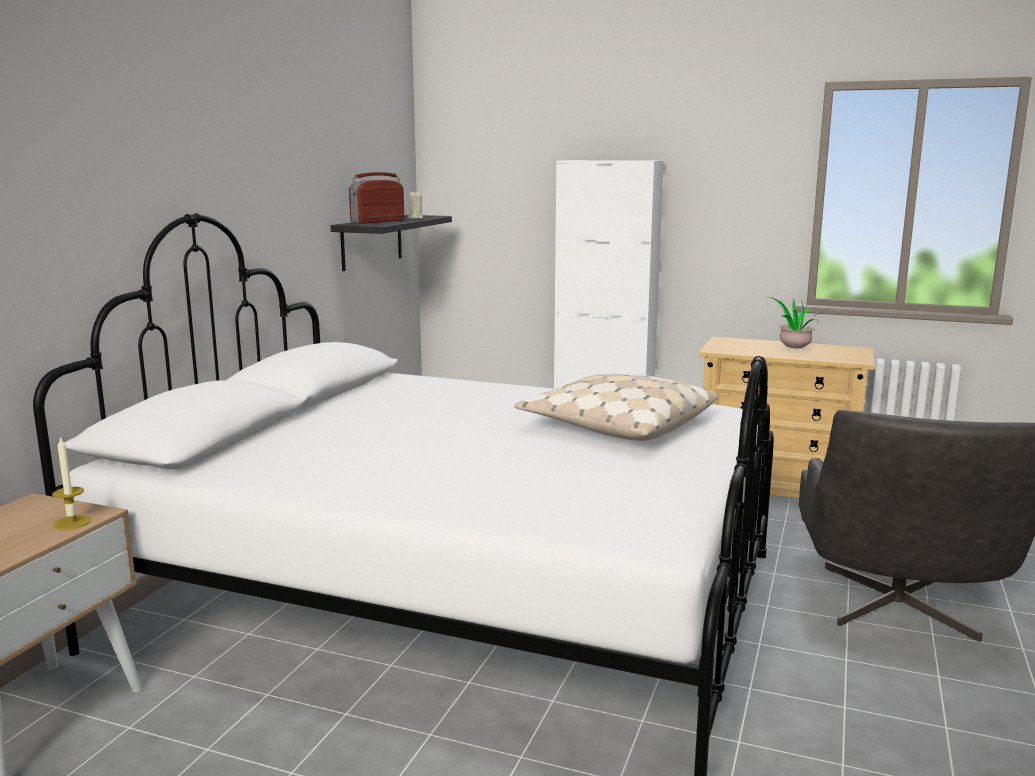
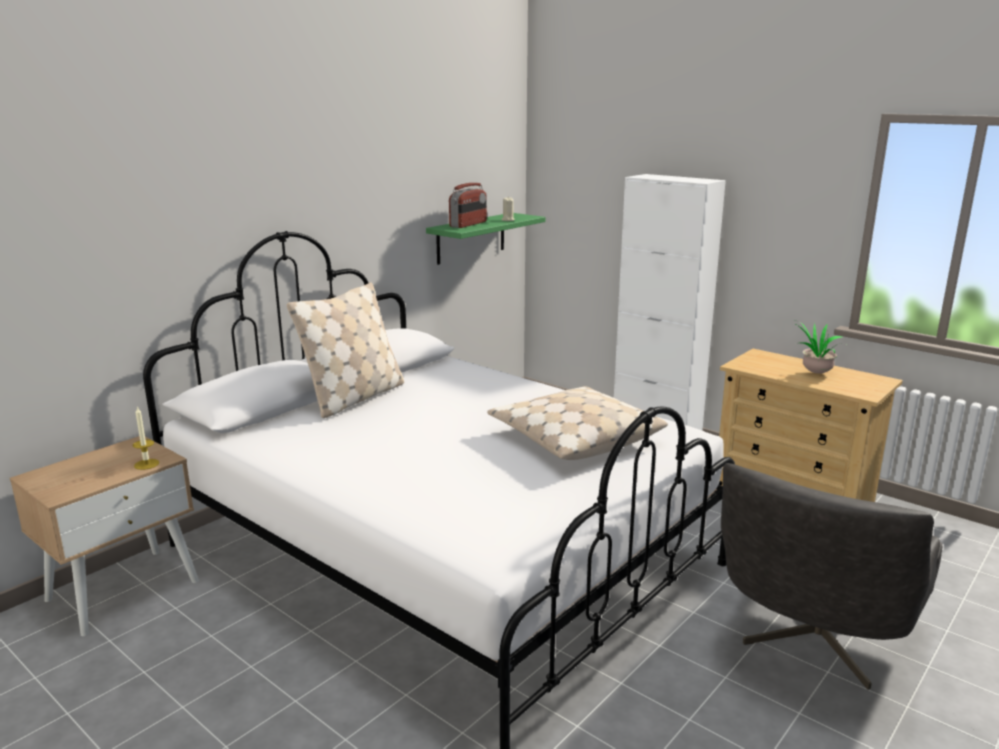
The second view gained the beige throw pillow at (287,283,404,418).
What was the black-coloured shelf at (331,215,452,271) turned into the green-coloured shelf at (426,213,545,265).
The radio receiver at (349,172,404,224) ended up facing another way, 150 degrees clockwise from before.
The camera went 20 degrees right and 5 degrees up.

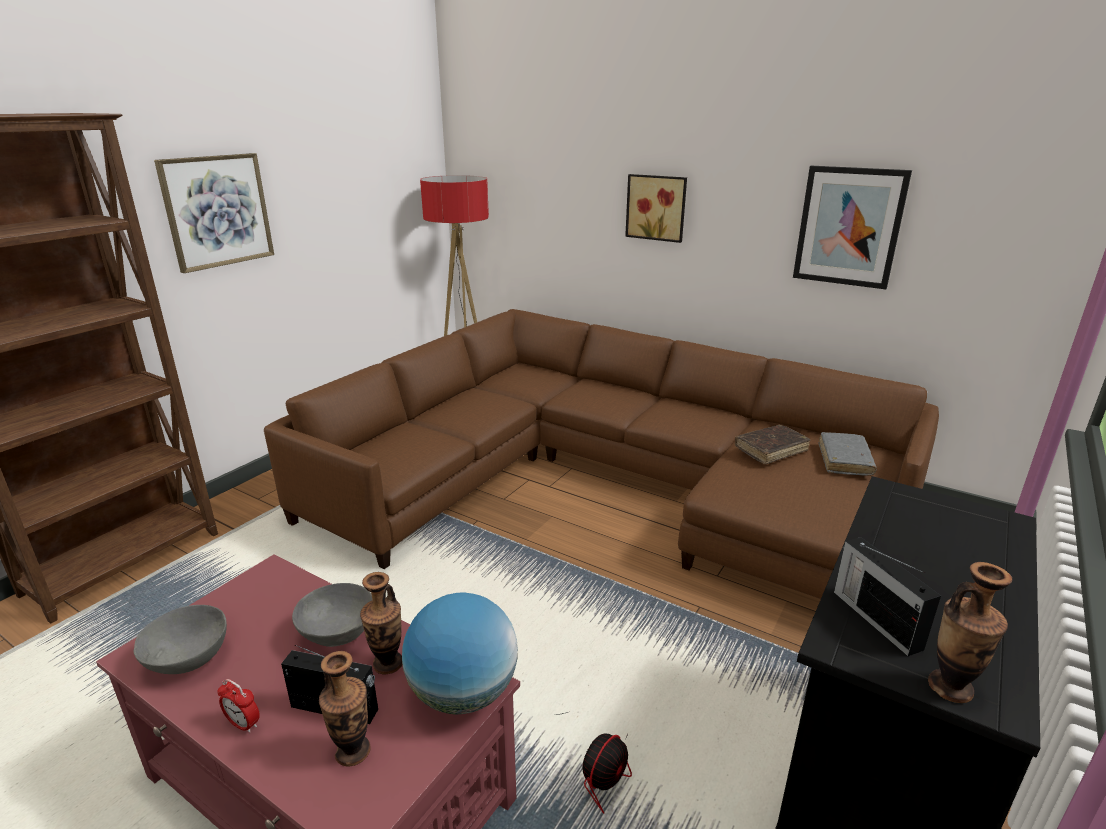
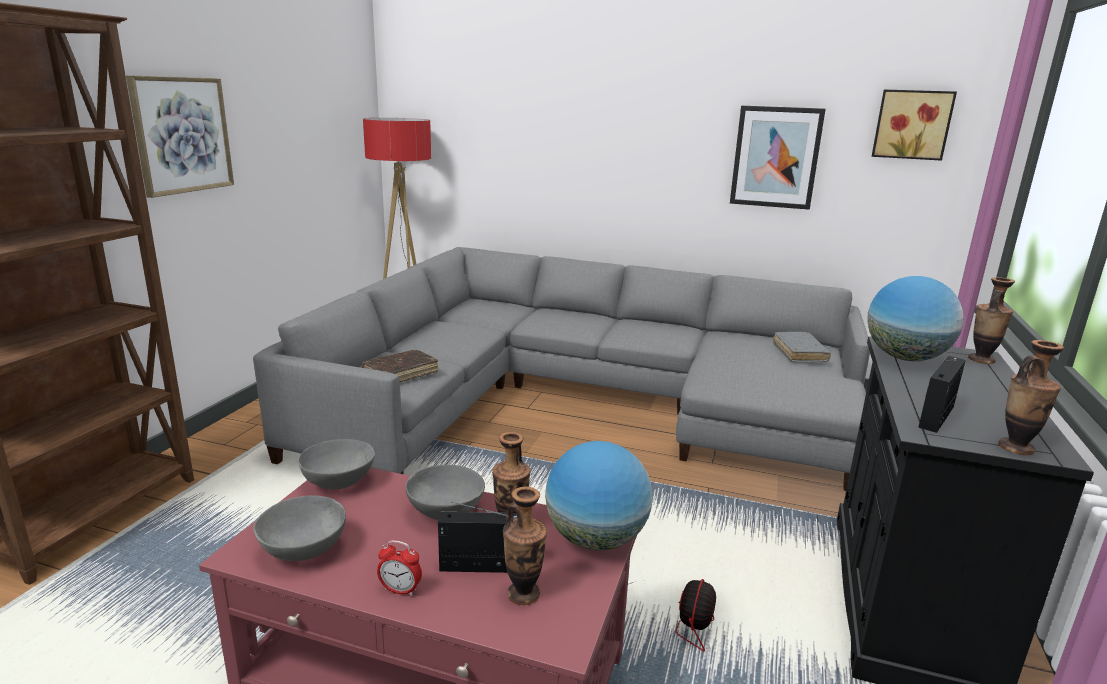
What was the brown-coloured couch at (264,309,939,599) turned into the gray couch at (253,247,870,491).
The second view gained the gray deep dish at (298,439,375,490).
The brown-coloured book ended up elsewhere, having gone from (735,425,810,465) to (362,350,438,383).
The second view gained the globe at (867,276,964,361).
The wall art ended up elsewhere, having gone from (625,174,687,243) to (872,89,957,161).
The radio receiver at (834,537,941,656) ended up facing another way, 75 degrees clockwise from before.
The second view gained the flower vase at (968,277,1015,364).
The camera went 15 degrees left and 5 degrees down.

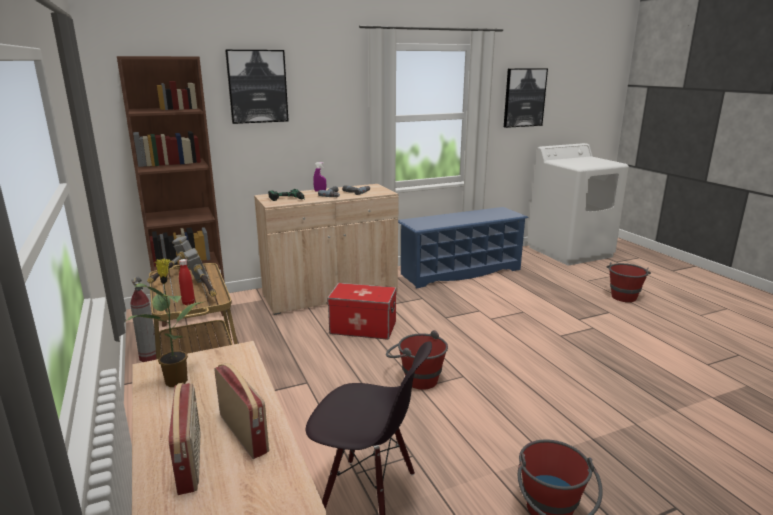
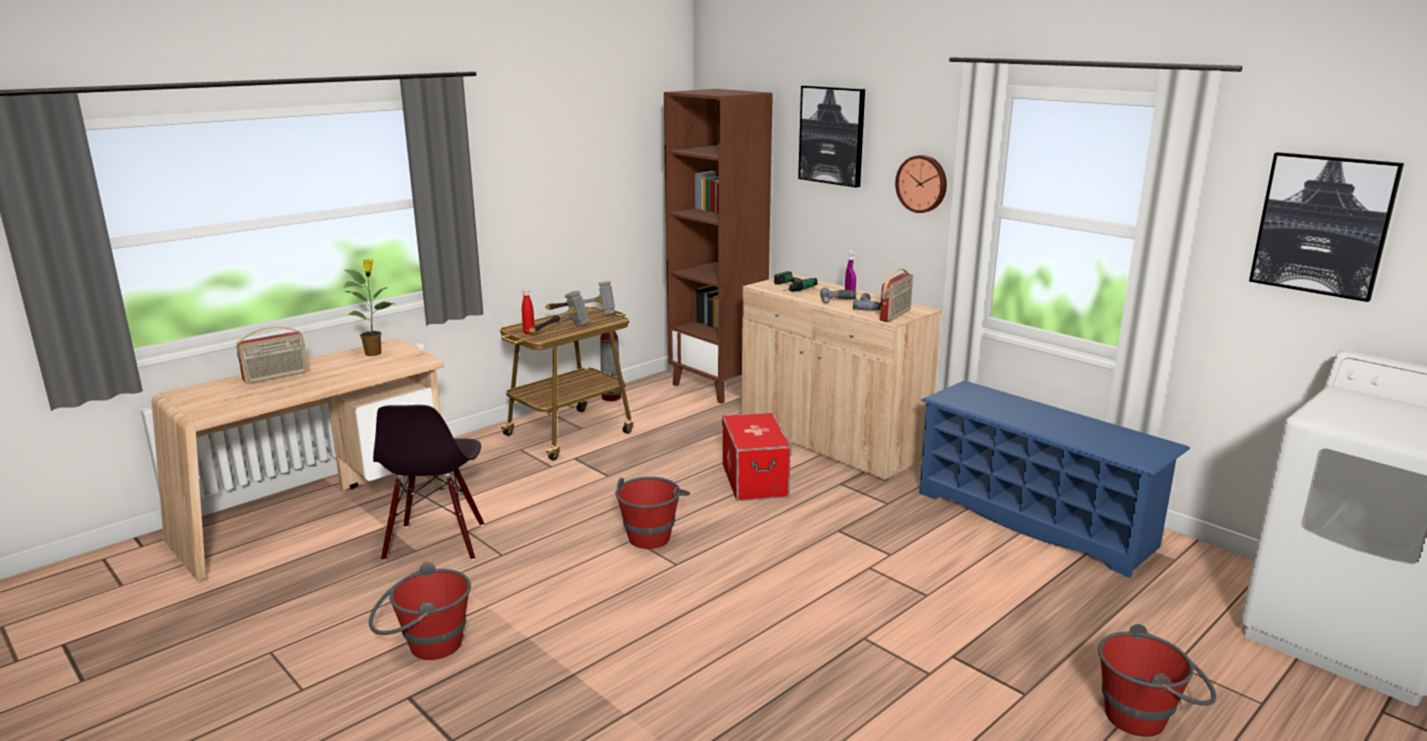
The radio receiver ended up elsewhere, having gone from (214,363,269,459) to (880,269,913,322).
The second view gained the wall clock at (895,155,947,213).
The camera went 70 degrees right and 0 degrees up.

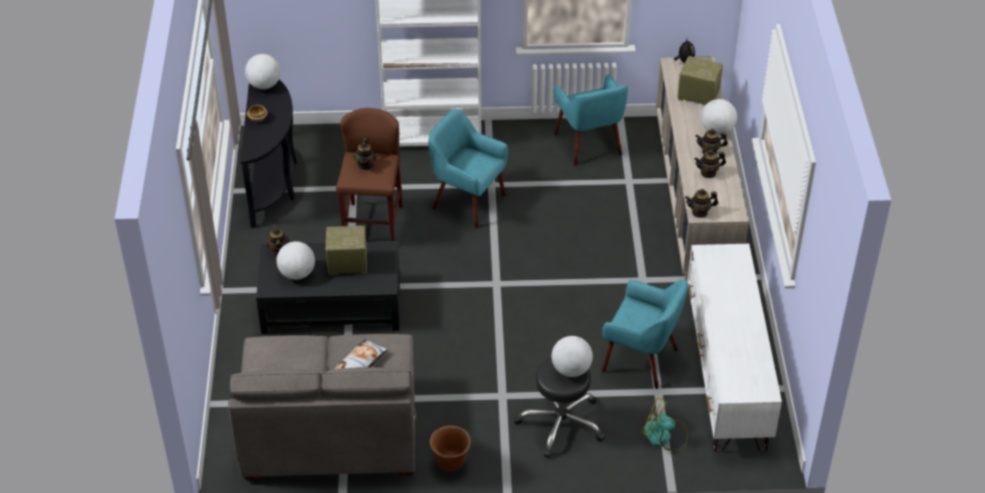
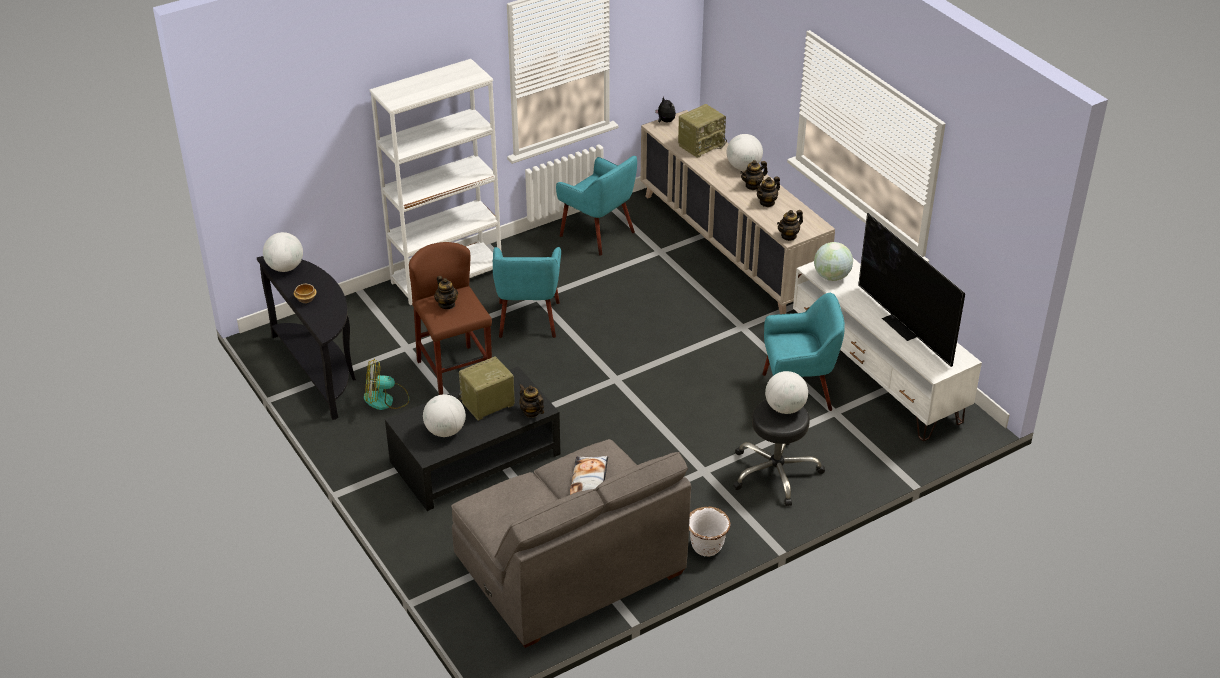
The electric fan ended up elsewhere, having gone from (641,396,688,451) to (364,359,409,410).
The turquoise easy chair at (428,109,508,228) ended up facing another way, 90 degrees counterclockwise from before.
The pot for tea ended up elsewhere, having gone from (266,224,289,256) to (519,384,544,418).
The radio receiver at (678,56,723,105) ended up facing another way, 150 degrees clockwise from before.
What was the brown-coloured flower pot at (430,426,471,472) turned into the whitish flower pot at (689,507,730,557).
The second view gained the globe at (814,242,853,281).
The second view gained the TV set at (858,213,965,367).
The camera went 30 degrees left and 5 degrees down.

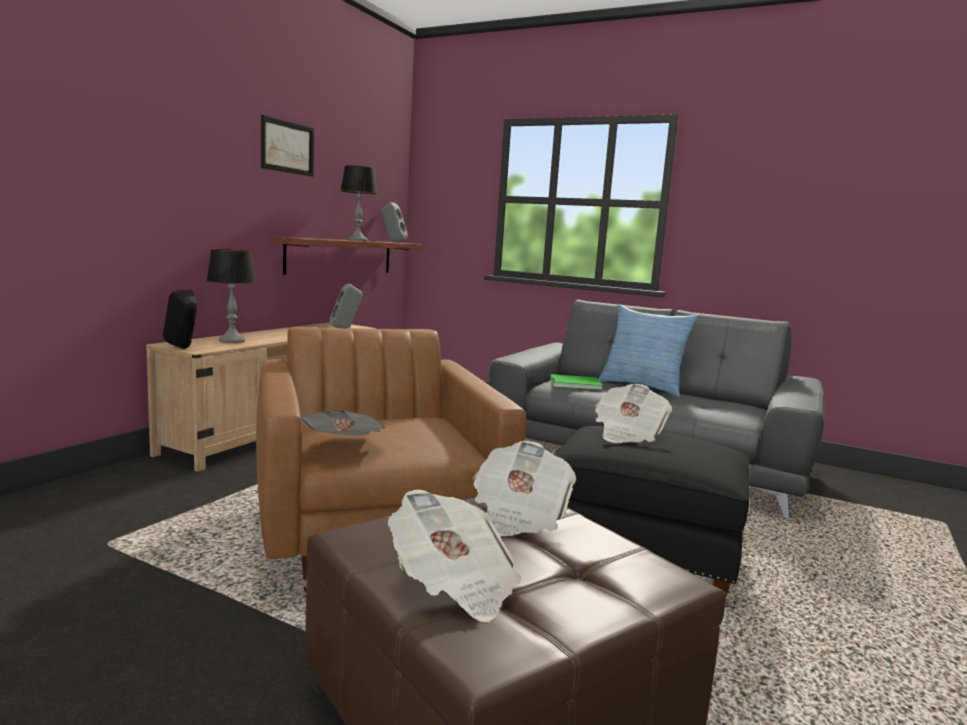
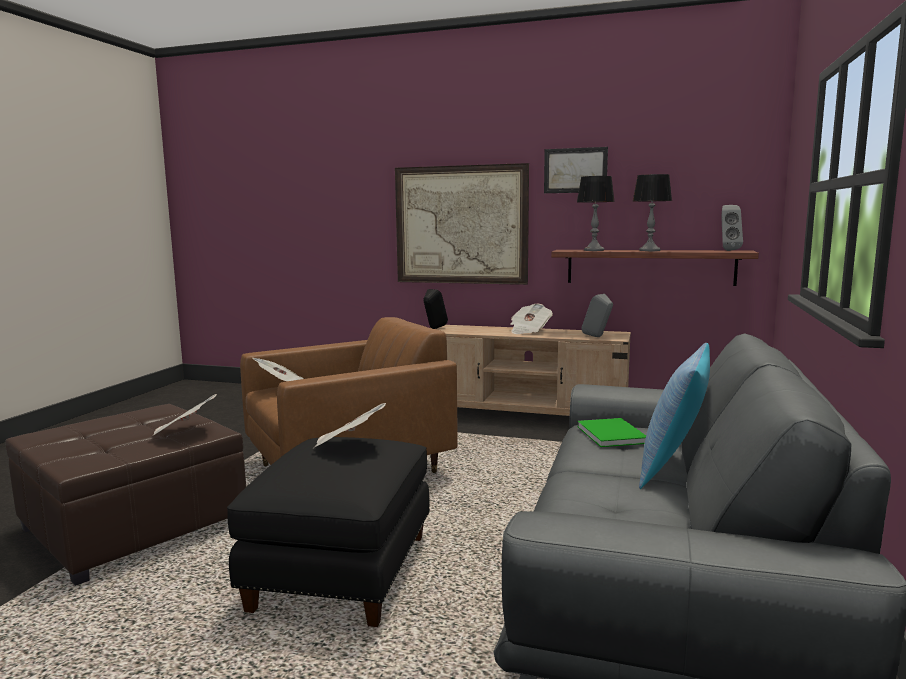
The second view gained the wall art at (395,163,529,285).
The daily paper ended up elsewhere, having gone from (388,490,522,622) to (510,304,553,334).
The tabletop lamp ended up elsewhere, having gone from (206,249,256,343) to (577,176,615,251).
The camera went 80 degrees right and 0 degrees up.

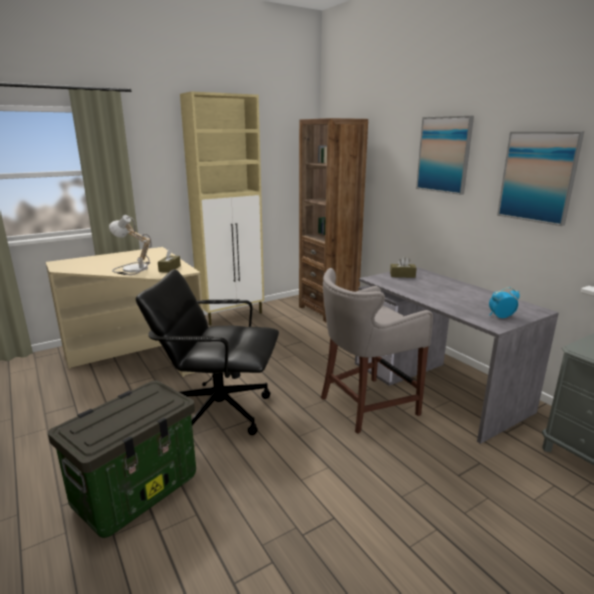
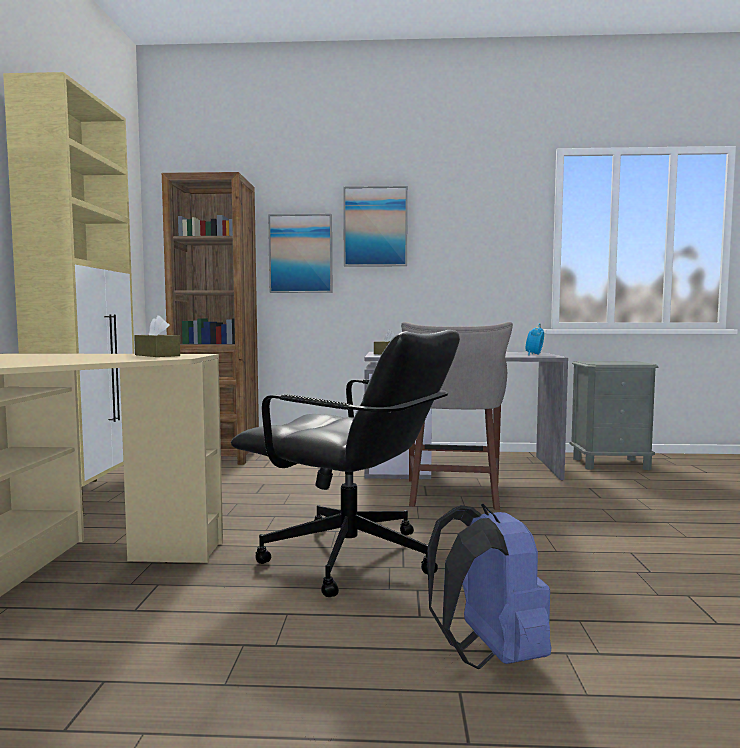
The black-coloured desk chair at (136,269,279,435) ended up facing another way, 105 degrees counterclockwise from before.
The wall art ended up elsewhere, having gone from (497,132,584,226) to (268,214,332,293).
Where the storage box stood at (48,381,196,538), the blue-coloured backpack came to stand at (427,504,551,669).
The second view lost the tabletop lamp at (109,215,152,275).
The camera went 55 degrees left and 15 degrees down.

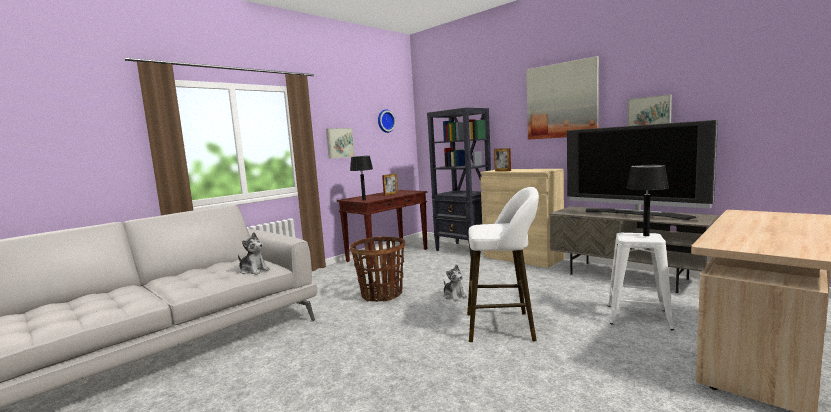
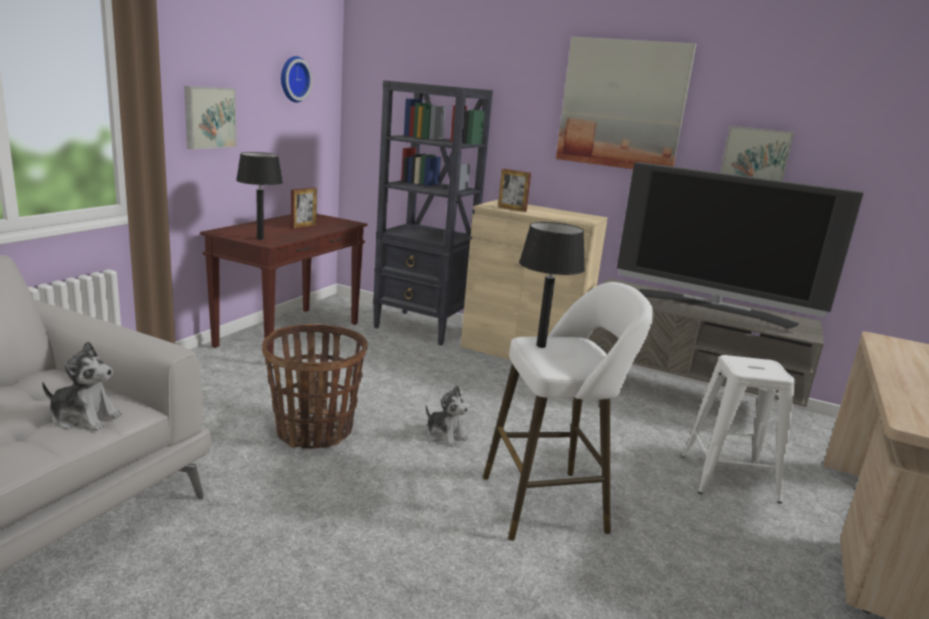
The black-coloured tabletop lamp ended up elsewhere, having gone from (627,165,669,236) to (519,222,585,348).
The camera went 20 degrees left and 10 degrees up.

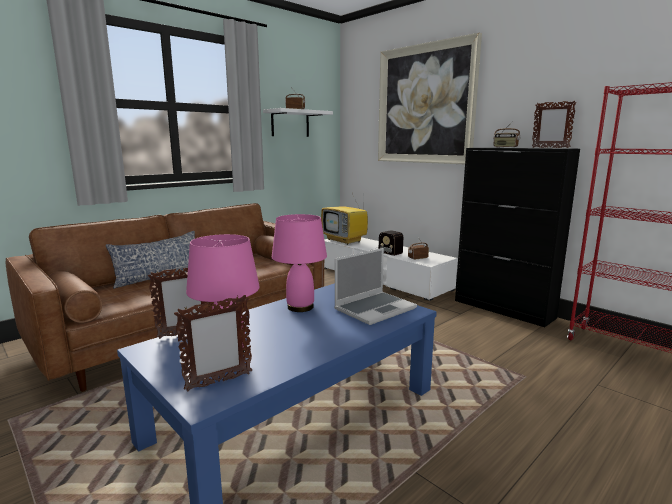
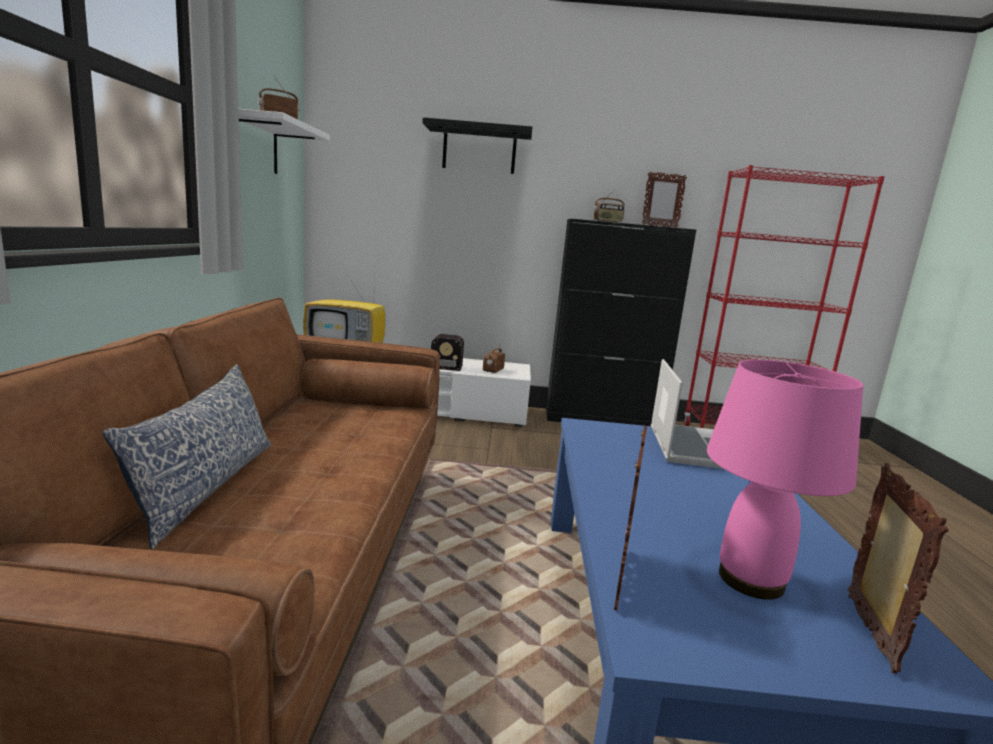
Where the wall art hung at (378,32,482,164), the black-coloured shelf came to hang at (422,117,532,174).
The second view lost the pinkish tabletop lamp at (272,214,327,312).
The camera went 45 degrees left and 0 degrees up.

